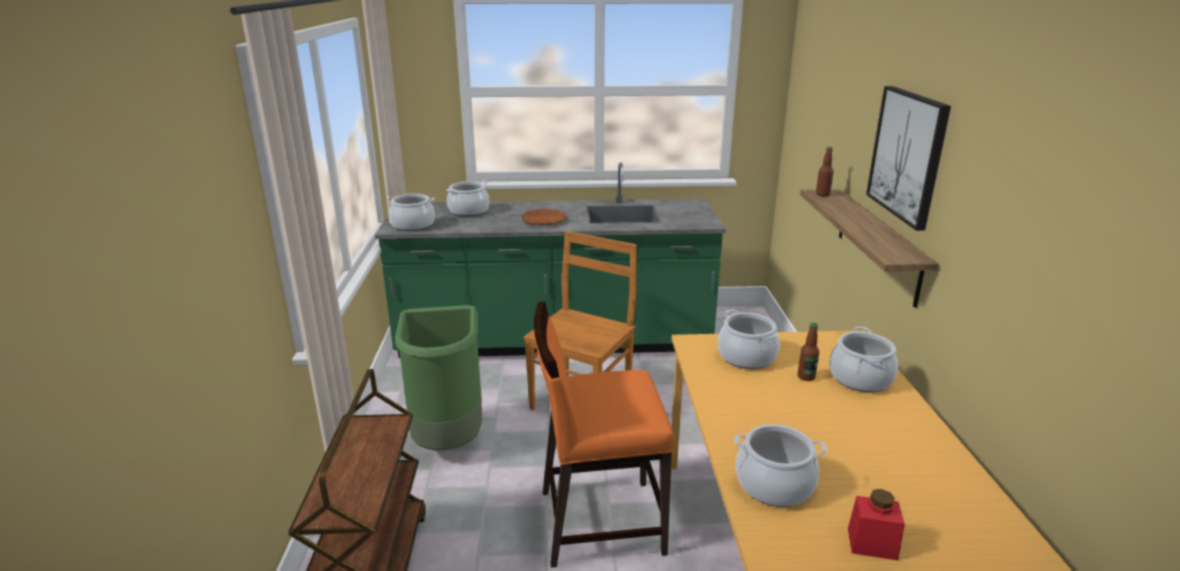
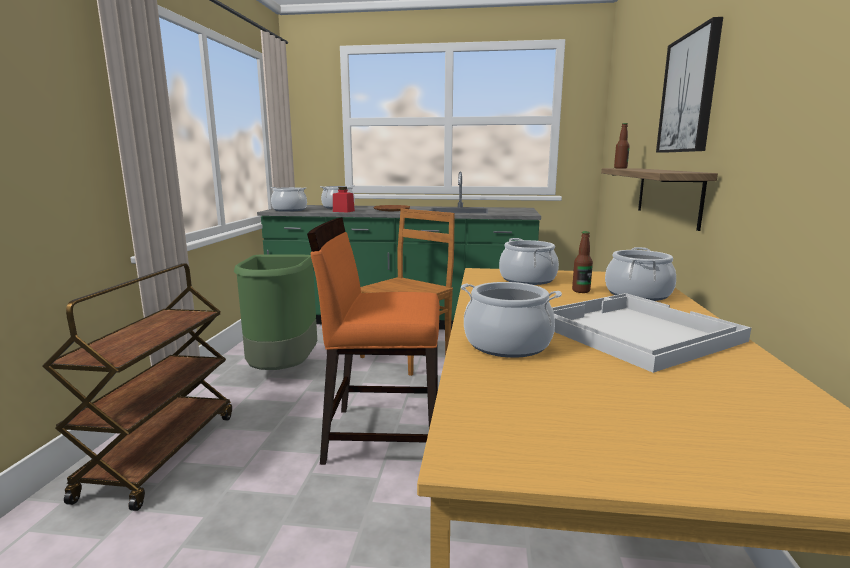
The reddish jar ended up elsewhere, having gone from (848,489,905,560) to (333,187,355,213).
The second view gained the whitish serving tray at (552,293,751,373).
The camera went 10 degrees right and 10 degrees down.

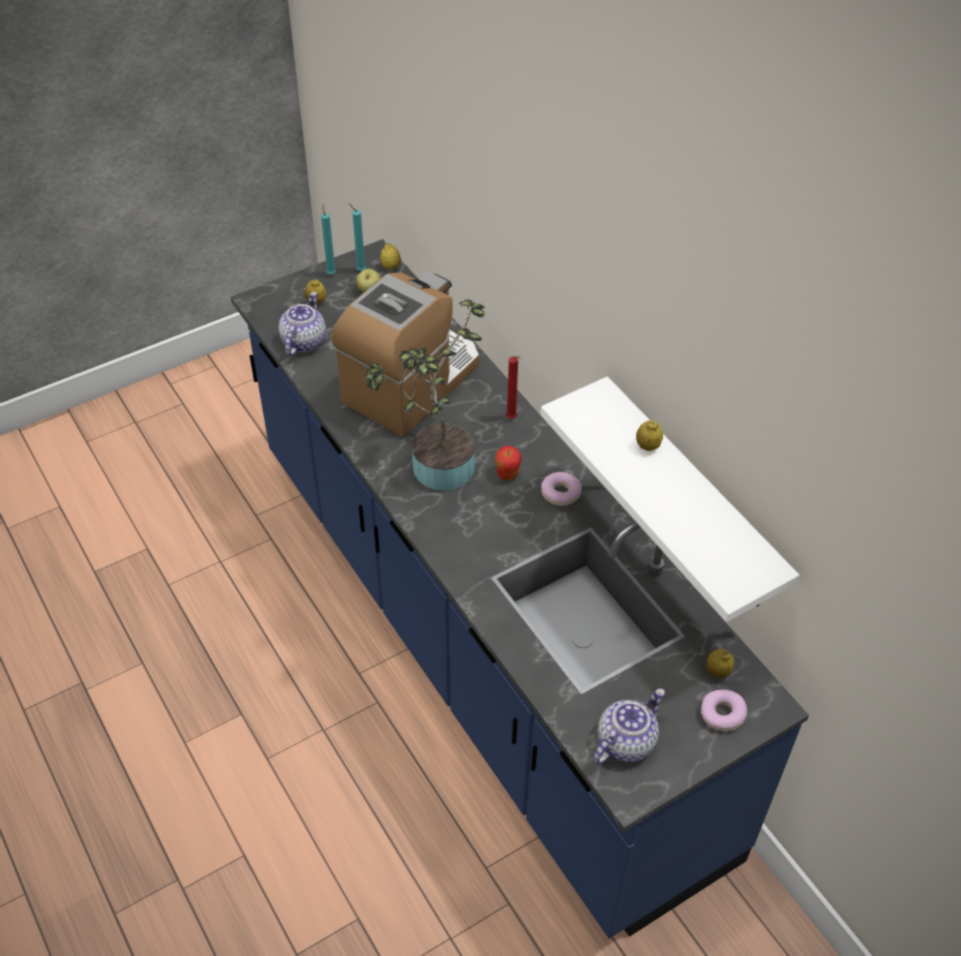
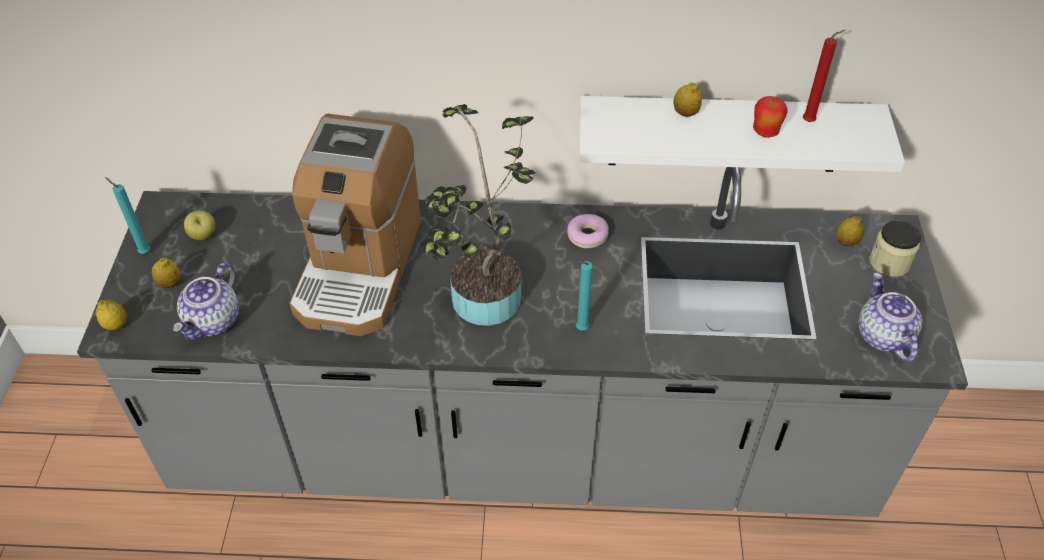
What was the blue-coloured counter at (231,239,809,939) turned into the gray counter at (77,167,968,517).
The citrus fruit ended up elsewhere, having gone from (380,243,401,270) to (96,300,127,330).
The pot for tea at (279,292,326,356) ended up facing another way, 120 degrees counterclockwise from before.
The coffee maker at (331,272,479,436) ended up facing another way, 150 degrees counterclockwise from before.
The turquoise wax light ended up elsewhere, having gone from (348,203,366,271) to (576,261,593,331).
The apple fruit ended up elsewhere, having gone from (495,446,522,480) to (753,96,788,138).
The reddish wax light ended up elsewhere, having gone from (506,356,521,418) to (803,30,845,122).
Where the ring doughnut stood at (701,690,747,731), the jar came to stand at (869,220,921,277).
The camera went 55 degrees left and 0 degrees up.

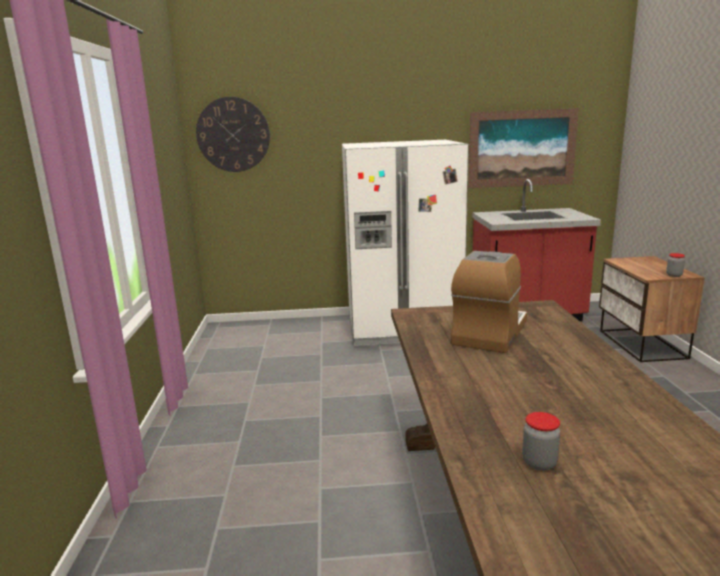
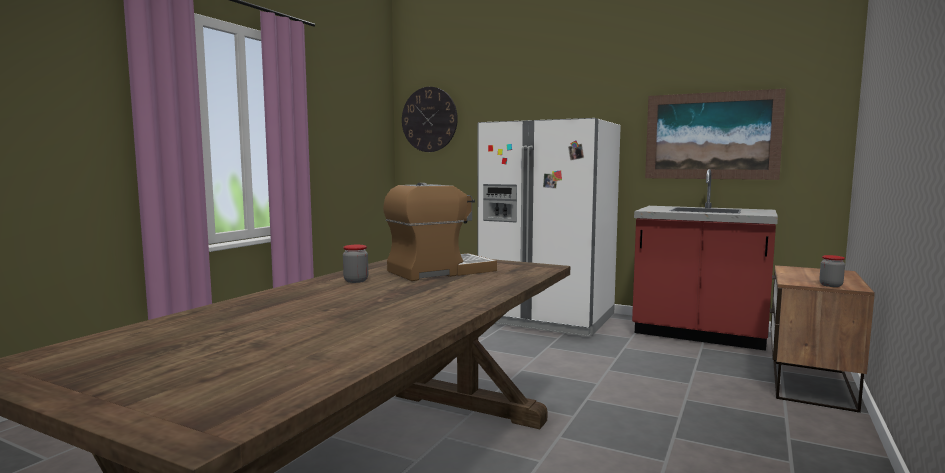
The jar ended up elsewhere, having gone from (522,412,561,471) to (343,245,368,283).
The camera went 30 degrees right and 10 degrees down.

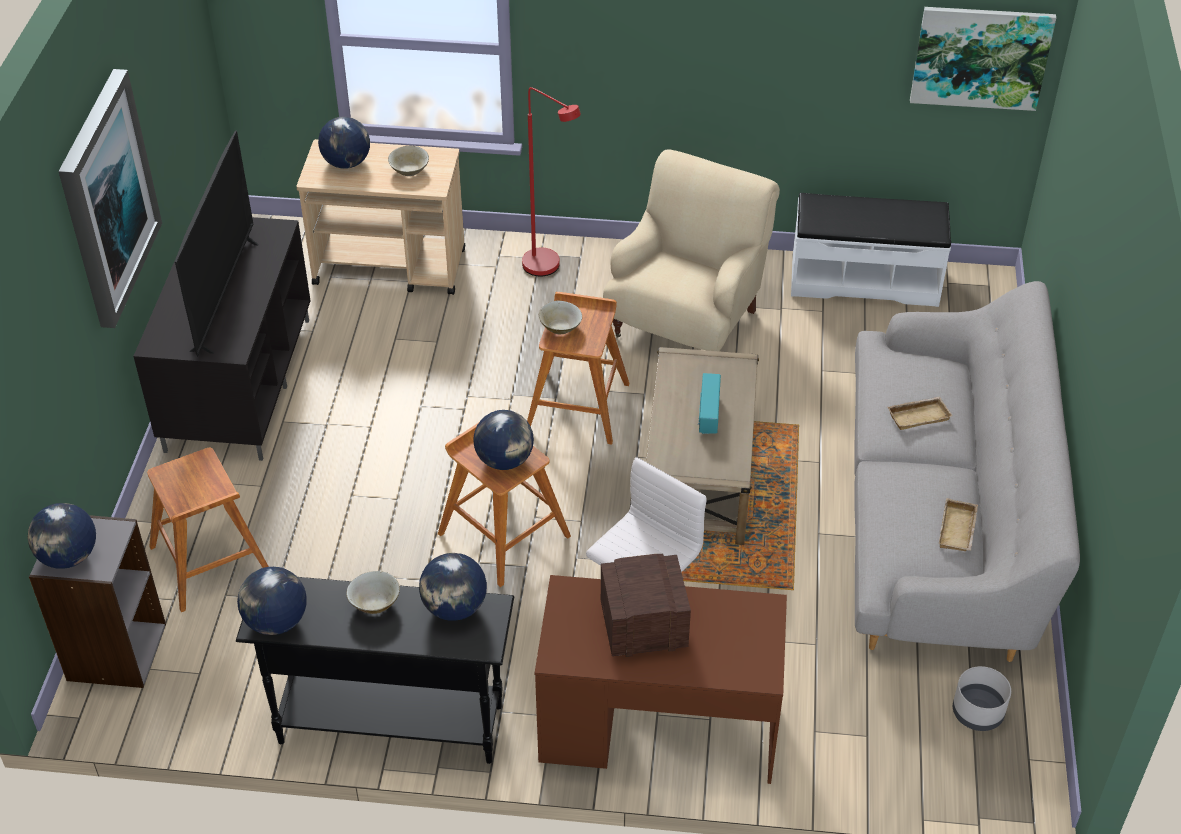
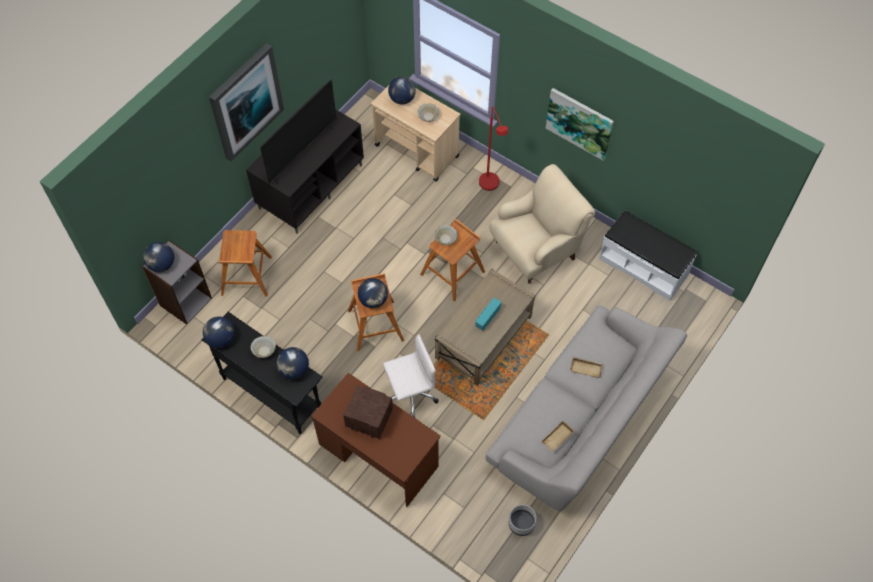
The wall art ended up elsewhere, having gone from (910,7,1056,111) to (546,88,614,161).
The camera went 30 degrees right and 15 degrees up.

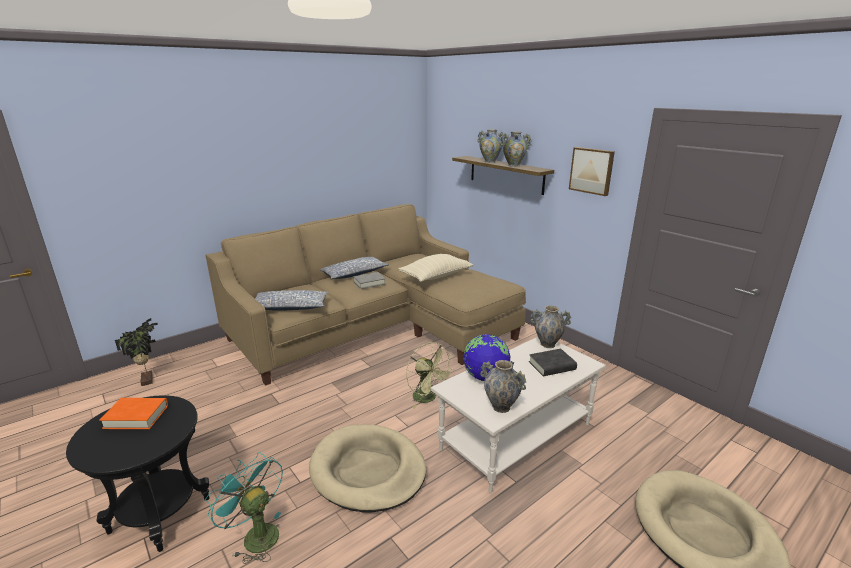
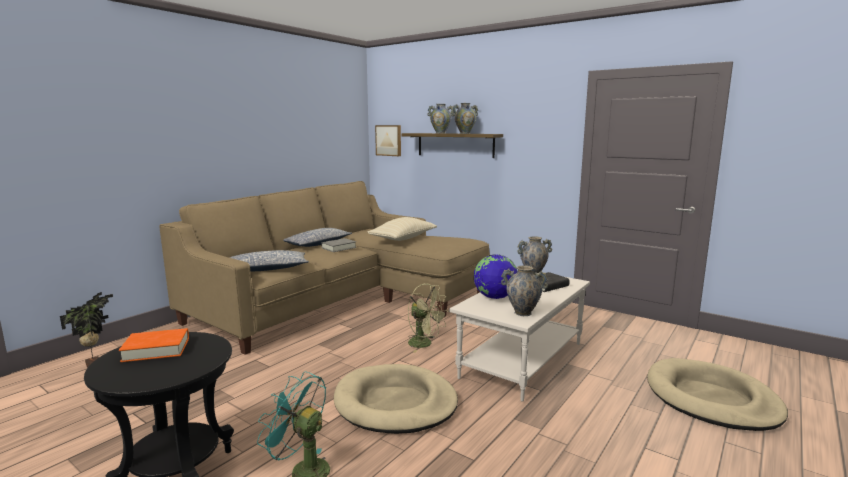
The wall art ended up elsewhere, having gone from (569,147,615,196) to (375,125,401,156).
The camera went 15 degrees left and 10 degrees down.

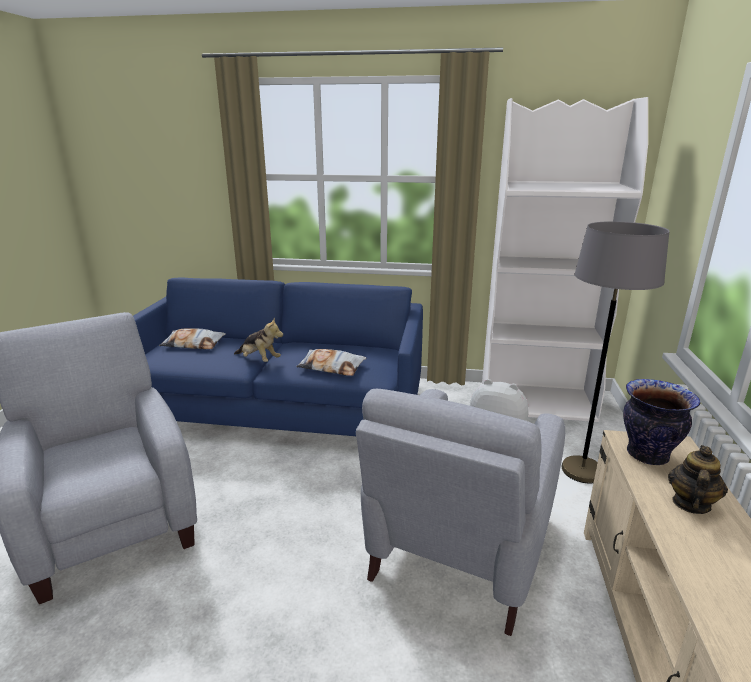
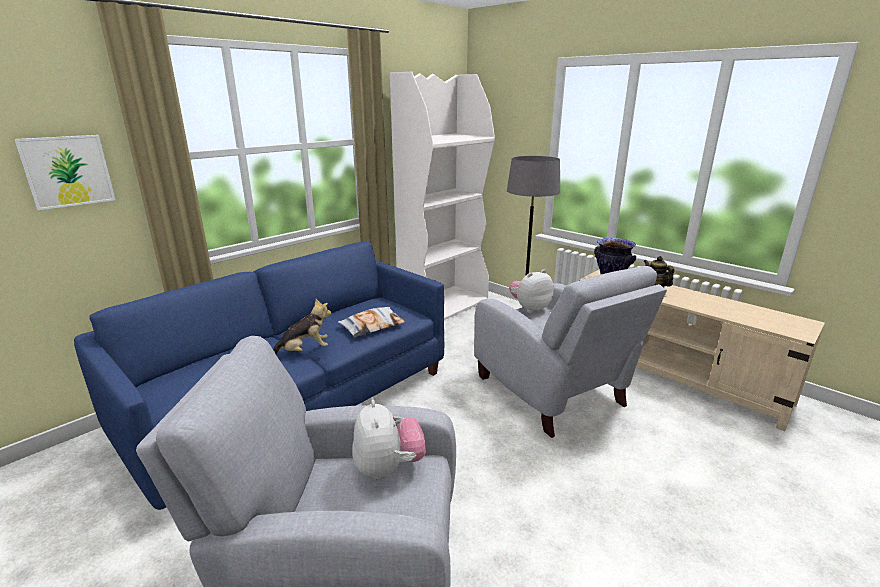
The second view gained the wall art at (15,135,115,210).
The second view gained the cuddly toy at (352,400,426,480).
The second view lost the throw pillow at (159,328,226,349).
The camera went 55 degrees left and 0 degrees up.

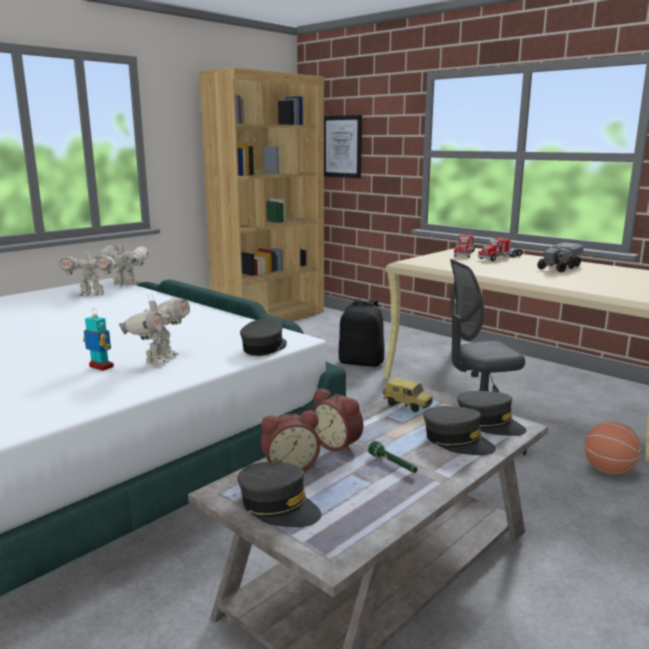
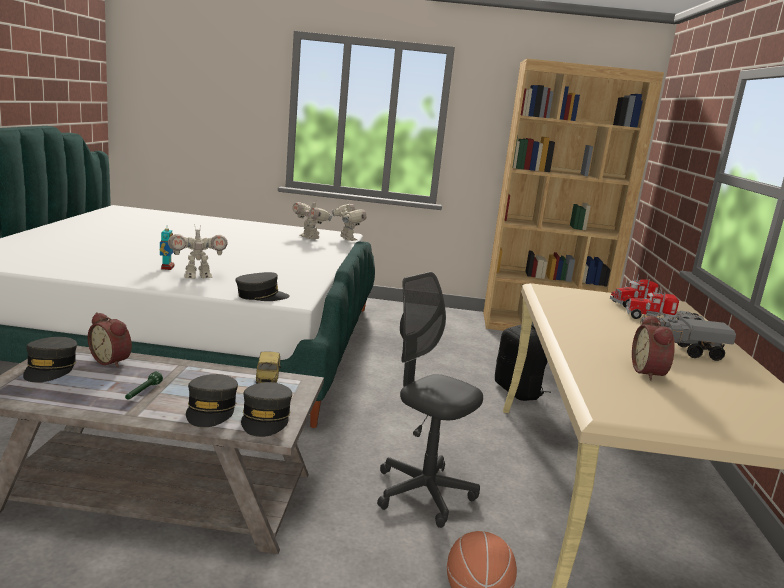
The bedside clock ended up elsewhere, having gone from (311,388,363,454) to (632,315,675,380).
The second view lost the wall art at (324,115,362,178).
The camera went 50 degrees right and 0 degrees up.

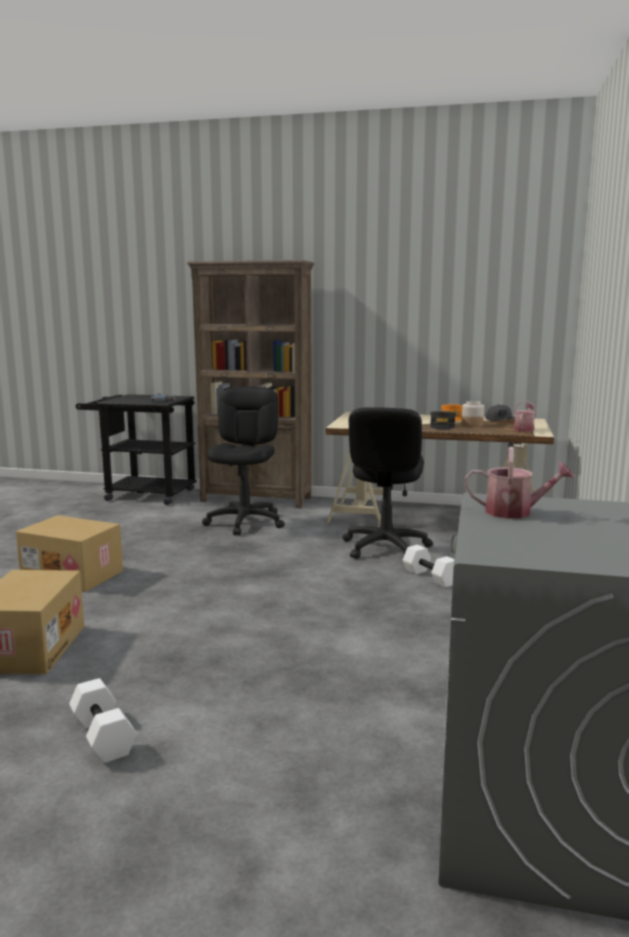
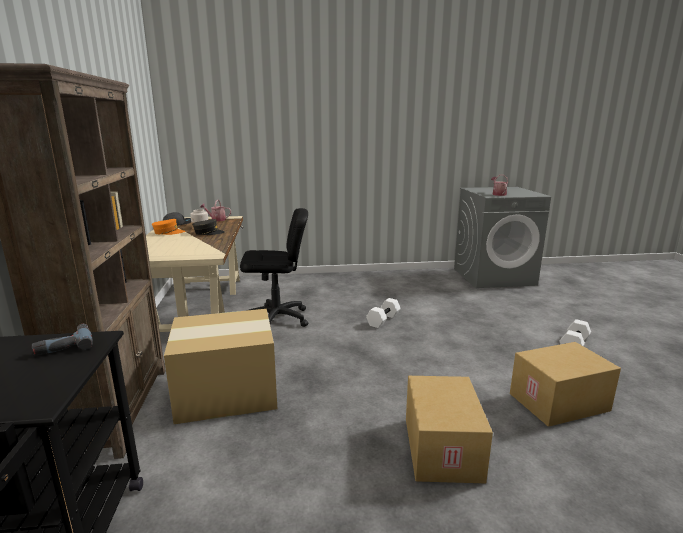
Where the black-coloured desk chair stood at (202,387,285,535), the carton came to stand at (164,309,277,424).
The whitish free weight ended up elsewhere, having gone from (402,545,454,588) to (366,298,401,328).
The camera went 110 degrees left and 5 degrees up.

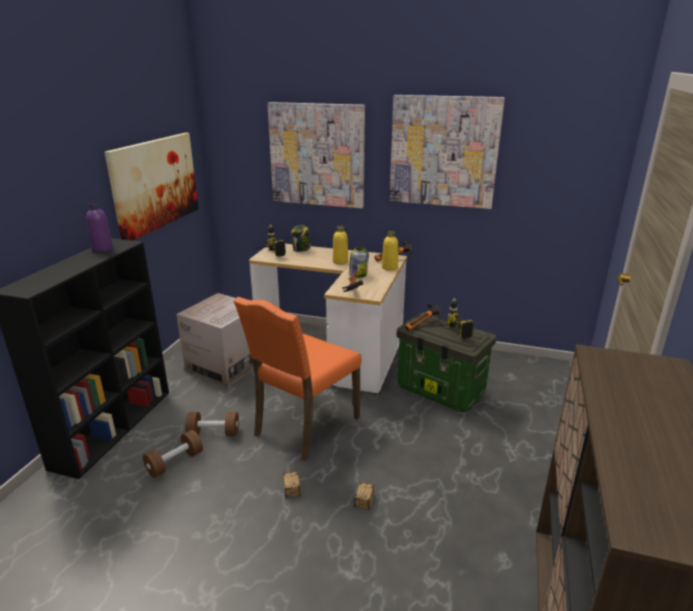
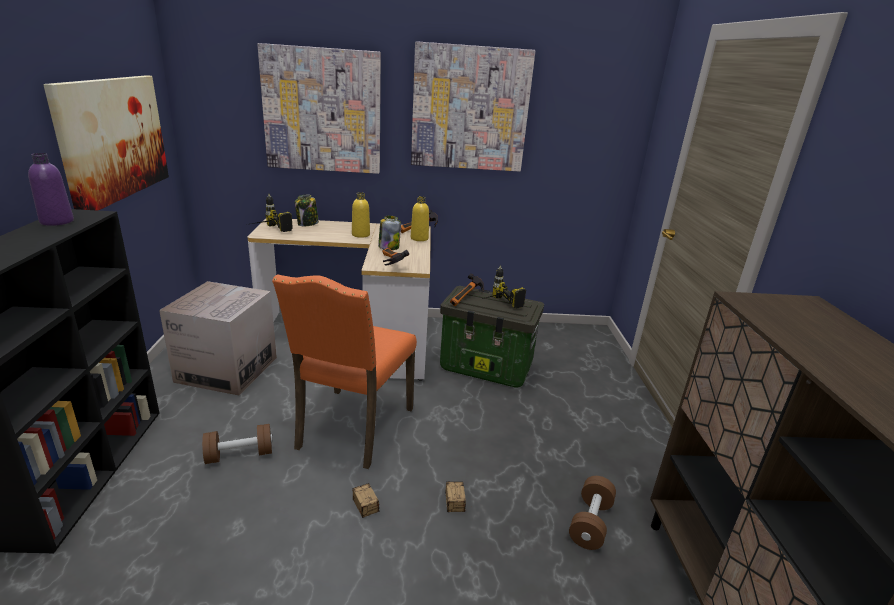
The brown-coloured free weight ended up elsewhere, having gone from (143,430,203,478) to (569,476,616,550).
The camera went 20 degrees left and 0 degrees up.

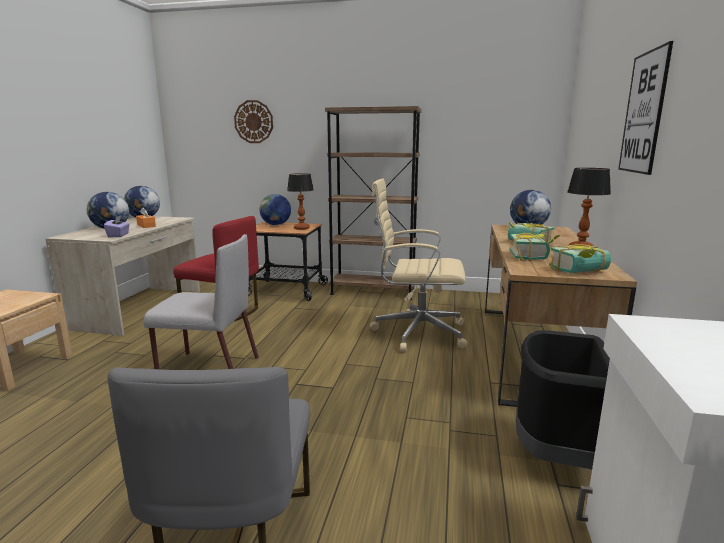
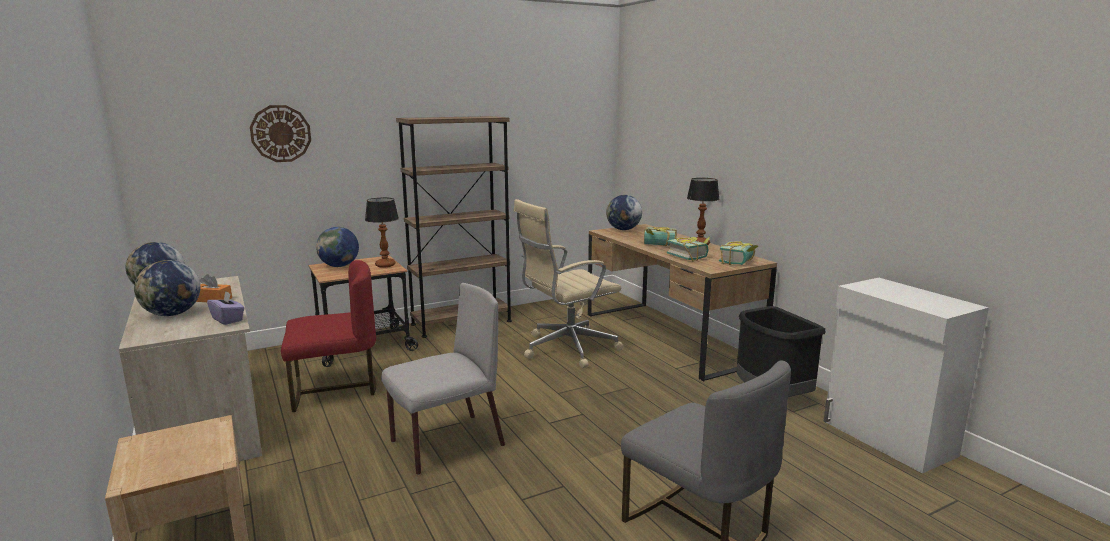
The second view lost the wall art at (618,41,673,175).
The camera went 40 degrees left and 0 degrees up.

